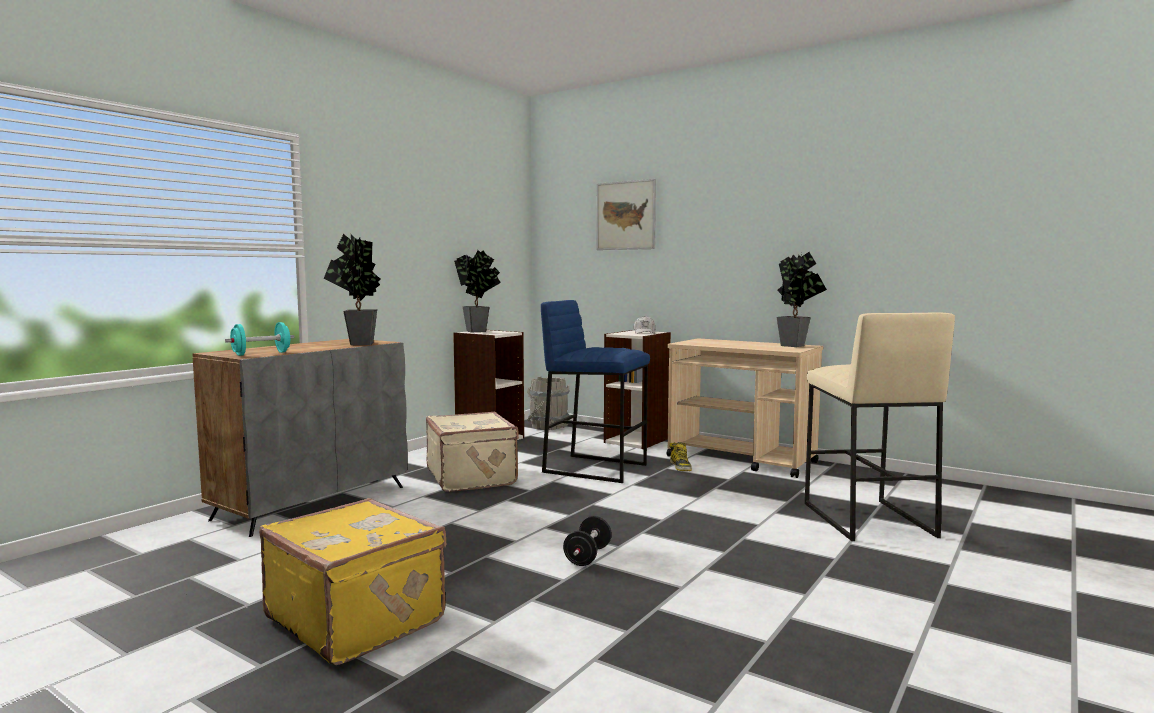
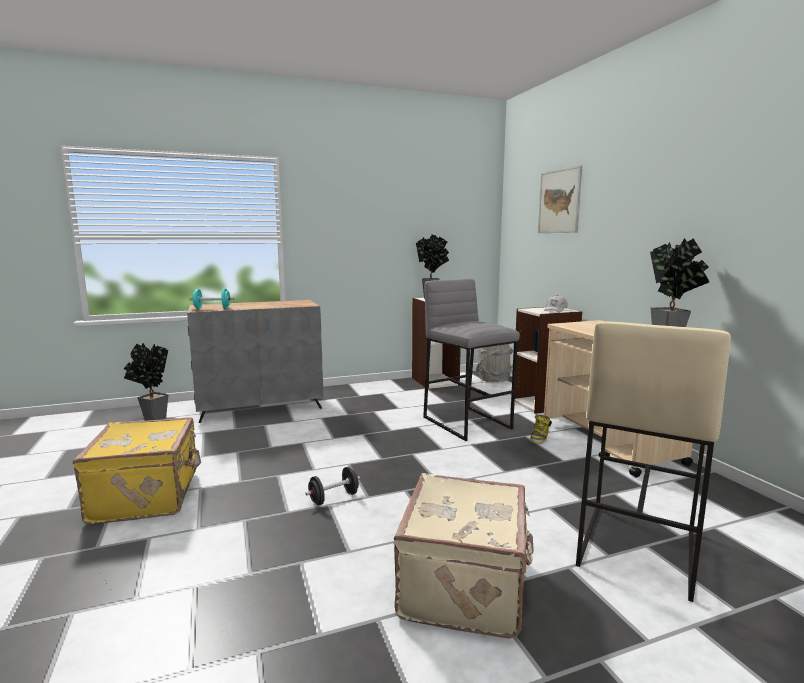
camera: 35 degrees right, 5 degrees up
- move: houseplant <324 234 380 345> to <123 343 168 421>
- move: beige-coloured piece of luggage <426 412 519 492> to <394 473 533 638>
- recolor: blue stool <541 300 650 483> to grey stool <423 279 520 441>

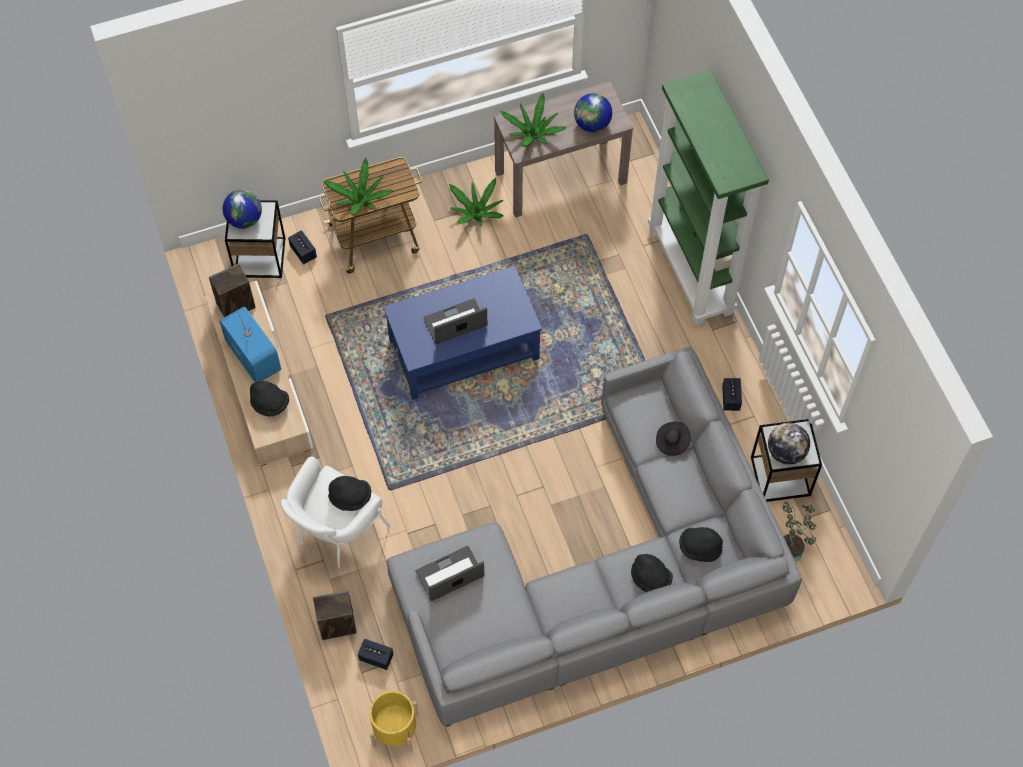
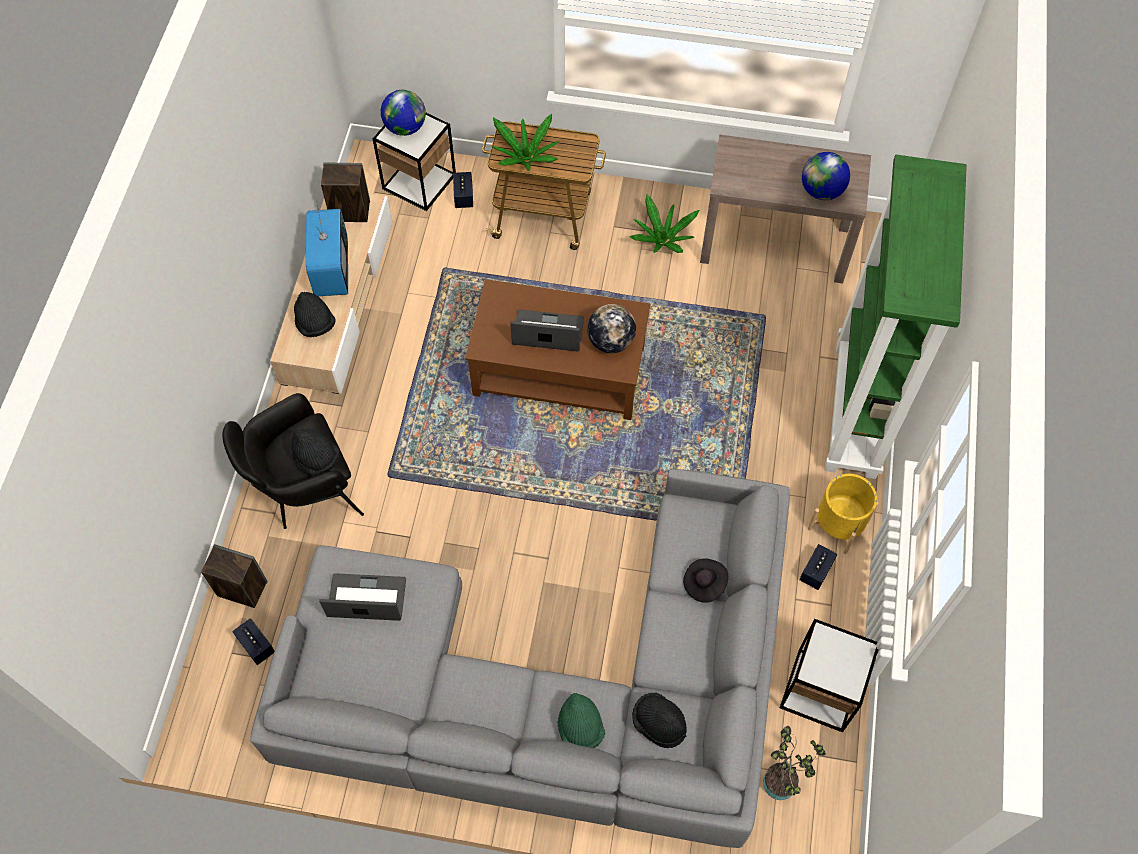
camera: 30 degrees right, 0 degrees up
- recolor: white-coloured armchair <281 456 391 567> to blackish armchair <222 393 364 529>
- move: yellow planter <369 691 418 752> to <808 474 879 554>
- recolor: blue coffee table <383 266 542 400> to brown-coloured coffee table <465 279 650 420>
- delete: houseplant <501 93 567 147>
- recolor: blackish wearable hat <631 554 673 592> to green wearable hat <557 693 605 748>
- move: world globe <768 423 810 465> to <587 304 636 353>

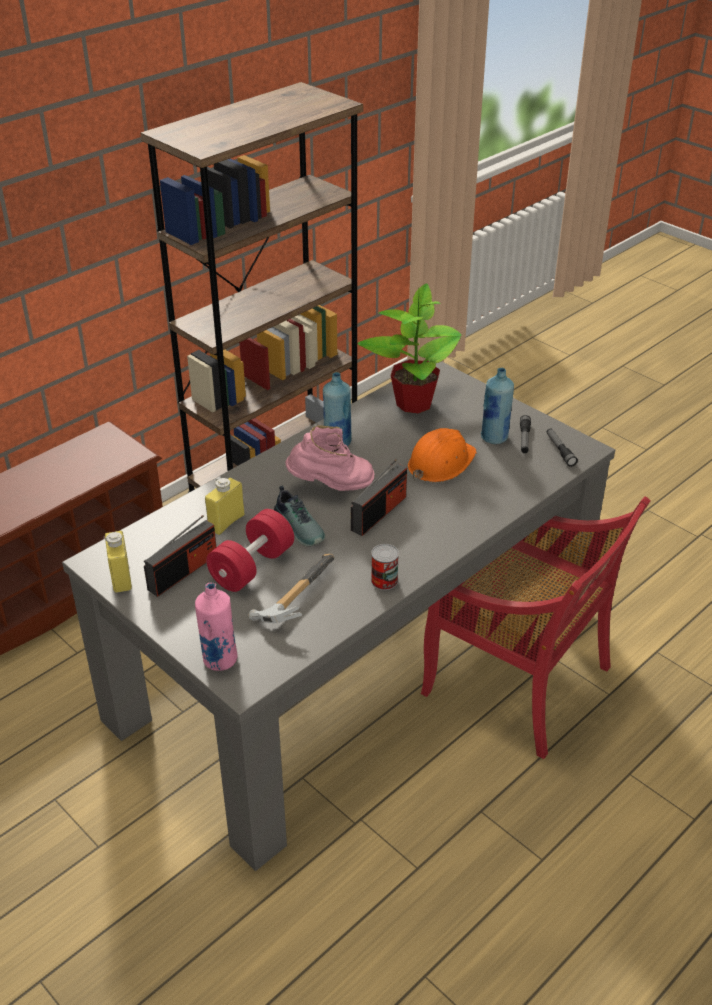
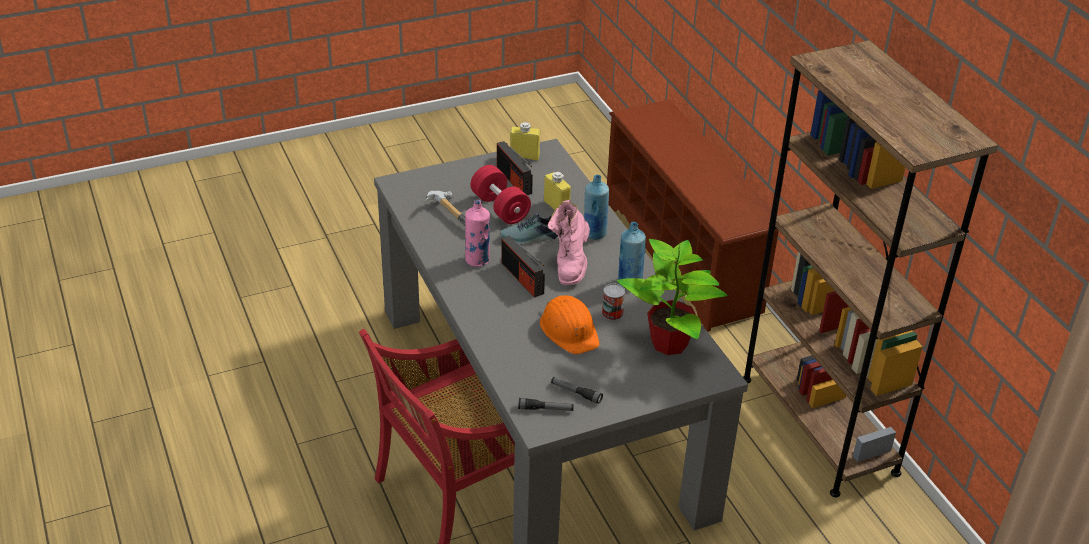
camera: 110 degrees right, 0 degrees up
- move: pinkish beverage bottle <195 582 238 671> to <465 200 490 267>
- move: sealed can <371 544 399 590> to <602 283 625 321>
- move: blue beverage bottle <481 368 514 444> to <584 175 609 240>

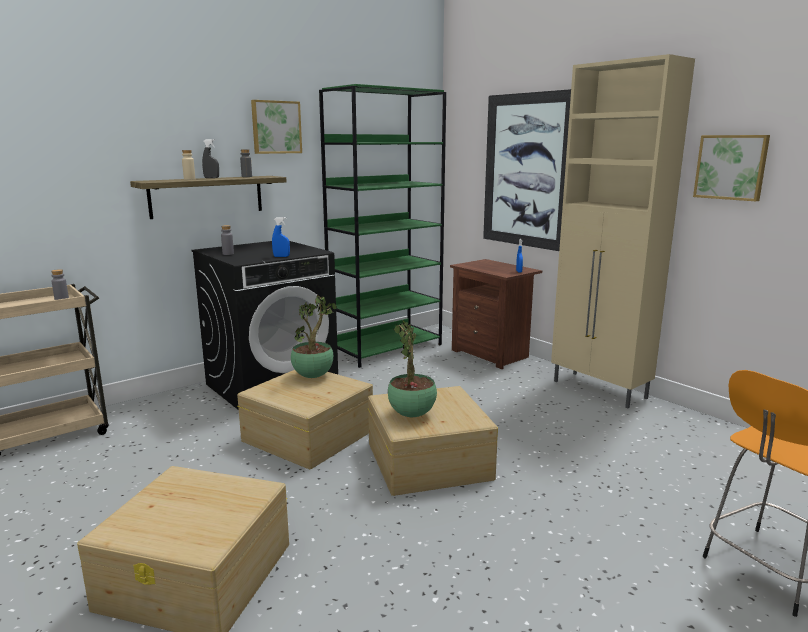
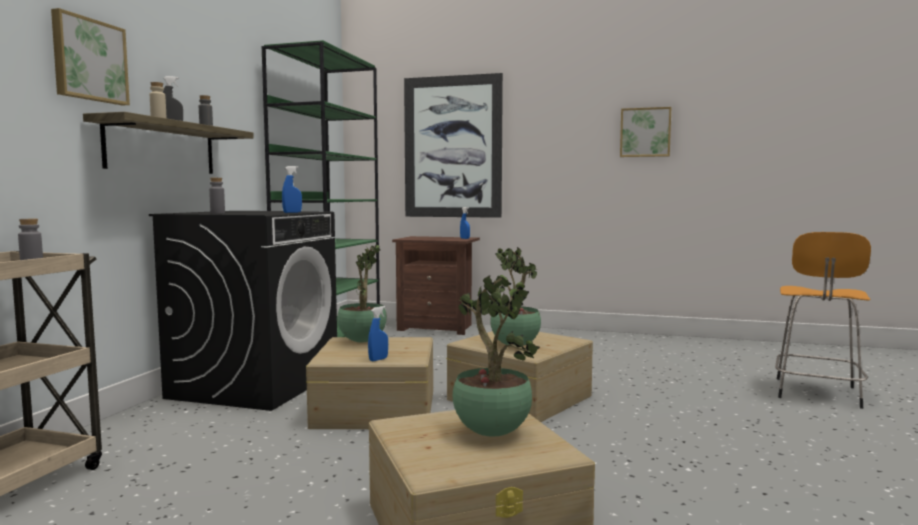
camera: 35 degrees left, 10 degrees down
- move: wall art <251 100 302 154> to <51 8 130 106>
- delete: beige-coloured storage cabinet <551 54 695 408>
- insert: blue spray bottle <368 306 388 361>
- insert: houseplant <453 275 540 437>

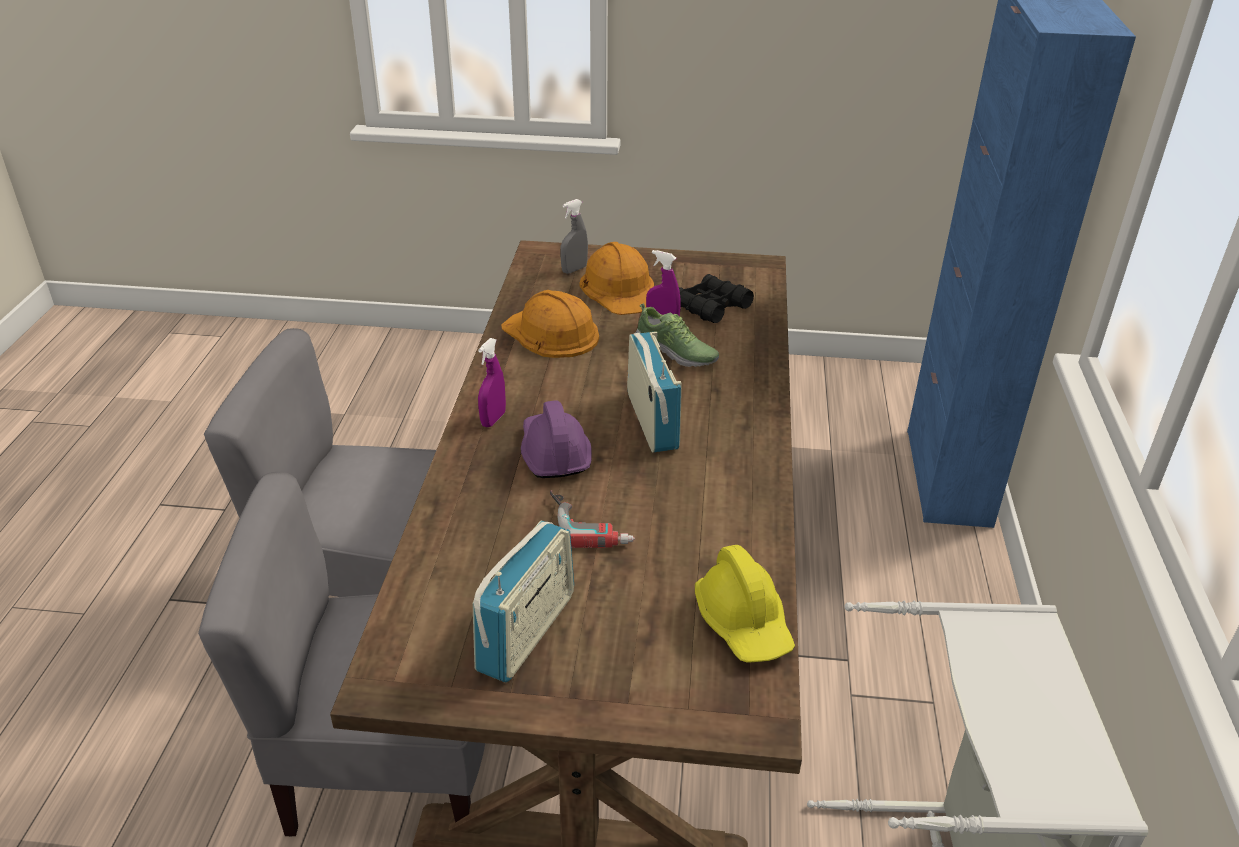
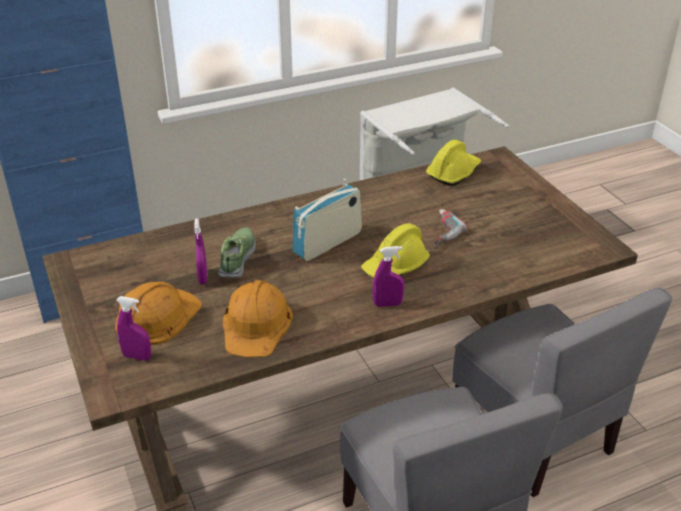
camera: 120 degrees left, 0 degrees up
- delete: radio receiver <472 520 574 682>
- recolor: purple hard hat <521 400 592 478> to yellow hard hat <361 223 430 278>
- recolor: grey spray bottle <560 199 588 274> to purple spray bottle <116 296 151 361>
- delete: blackish pair of binoculars <679 274 754 323>

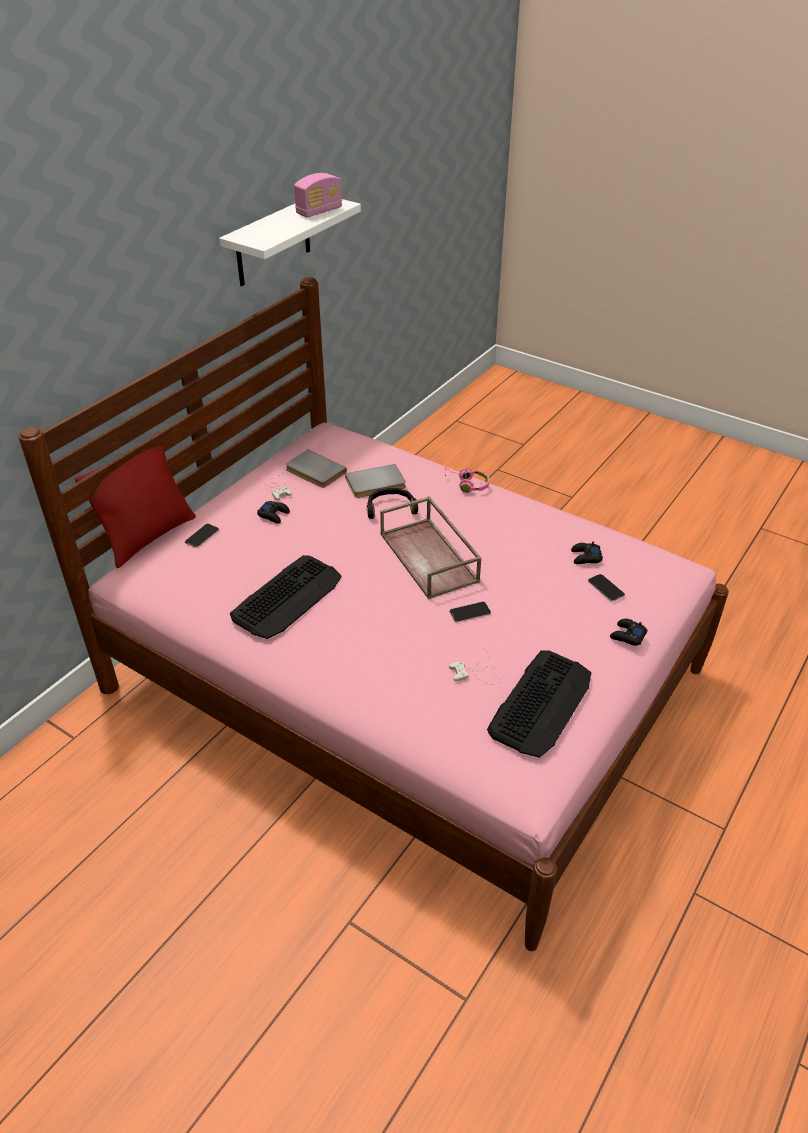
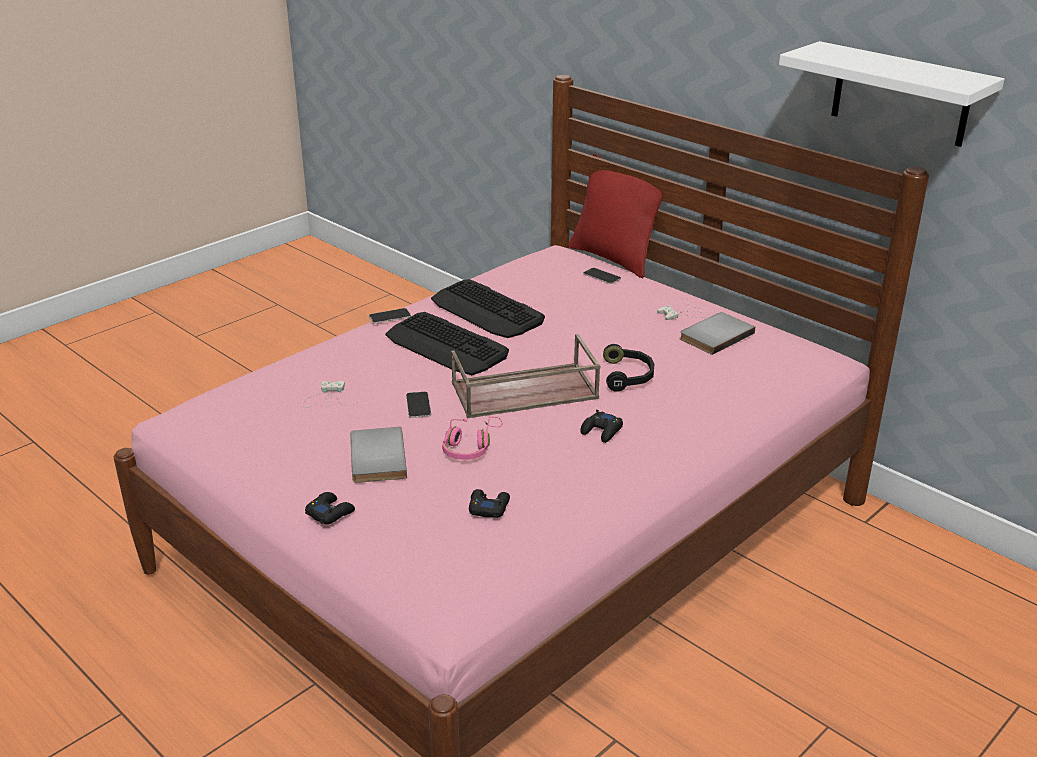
camera: 100 degrees right, 10 degrees down
- move: blackish game controller <257 501 290 523> to <580 410 623 443>
- delete: radio receiver <294 173 342 218>
- move: grey volume <345 464 406 498> to <350 427 407 483>
- move: pinkish headphones <445 466 490 493> to <442 417 503 460>
- move: keyboard <487 651 592 758> to <386 312 509 375>
- move: handset <588 574 625 602> to <369 308 411 324>

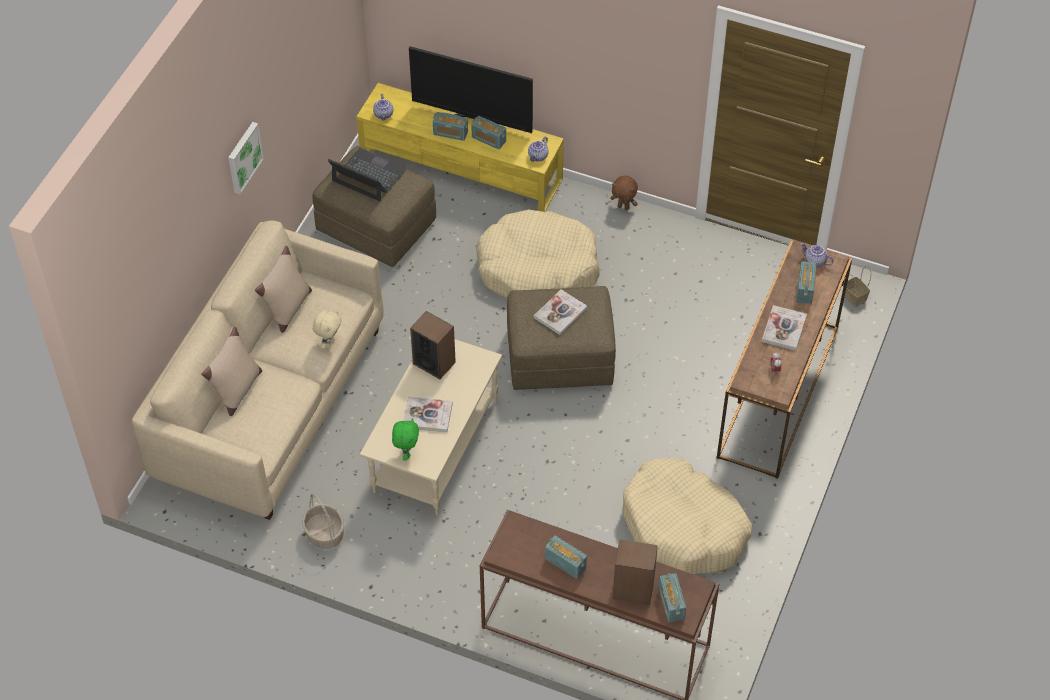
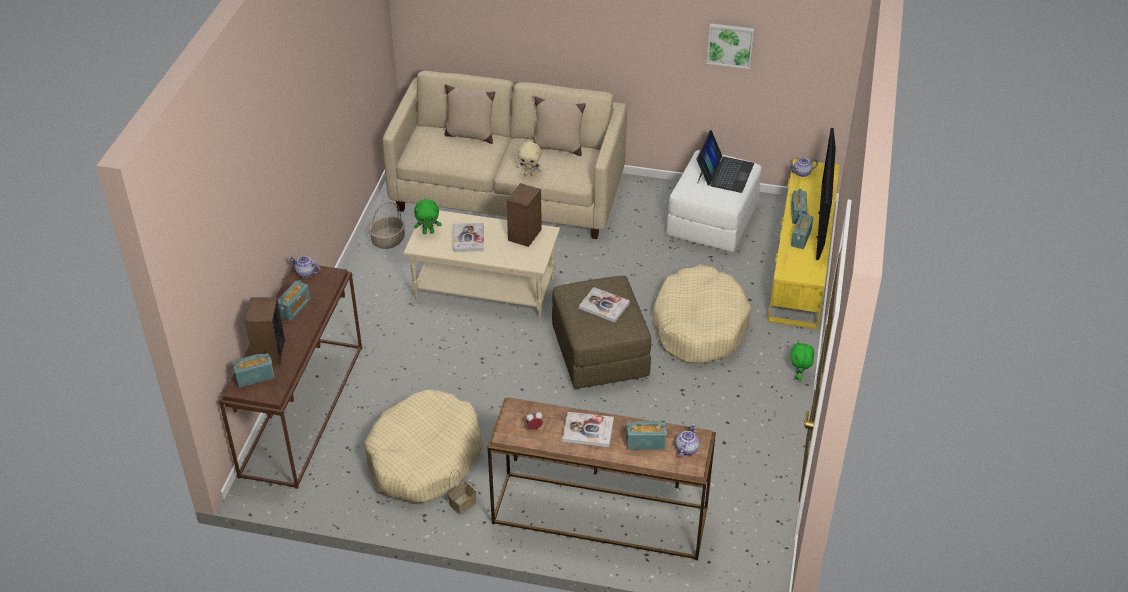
camera: 80 degrees right, 10 degrees down
- move: wall art <228 122 264 194> to <707 23 755 69>
- recolor: brown-coloured footrest <313 146 436 267> to white-coloured footrest <667 150 762 252>
- move: teapot <528 137 549 162> to <289 256 321 278>
- recolor: brown-coloured plush toy <610 176 638 210> to green plush toy <791 340 814 380>
- move: household basket <843 266 871 307> to <448 469 476 515>

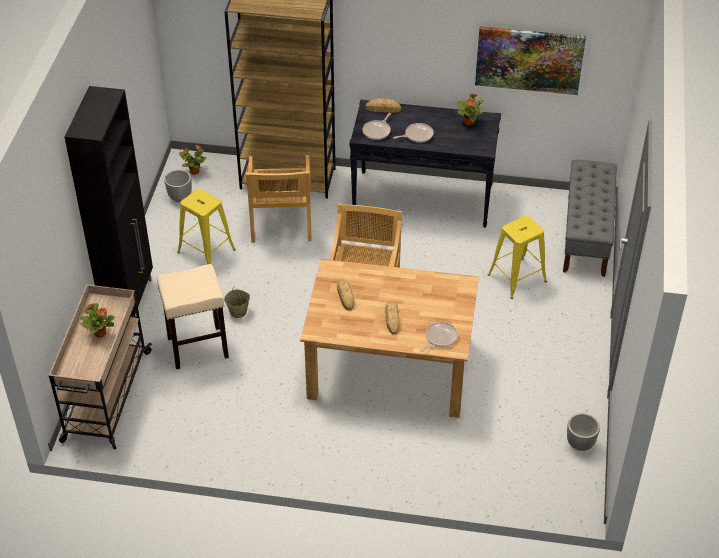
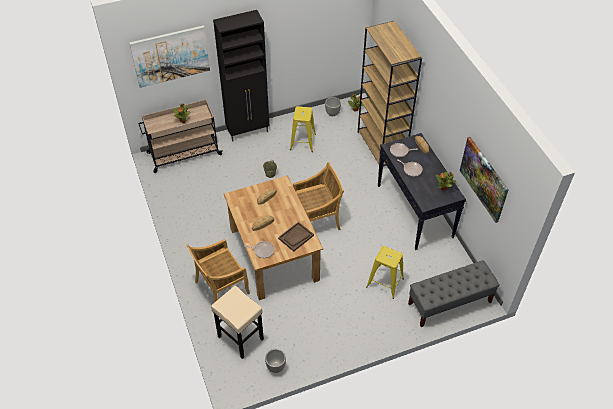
camera: 60 degrees right, 5 degrees up
- move: beige-coloured stool <157 264 229 369> to <211 286 264 359>
- move: beige-coloured chair <246 155 312 243> to <186 239 250 303>
- insert: wall art <129 26 210 88>
- insert: brown-coloured carrying tray <278 222 314 252>

